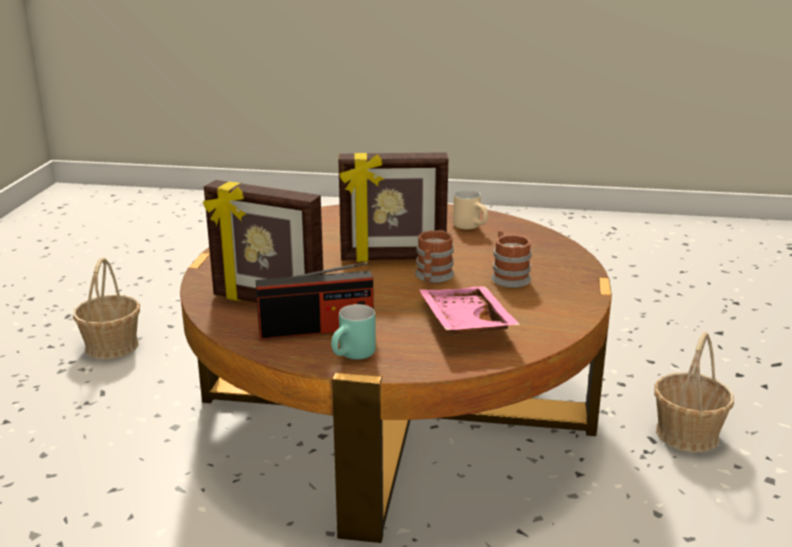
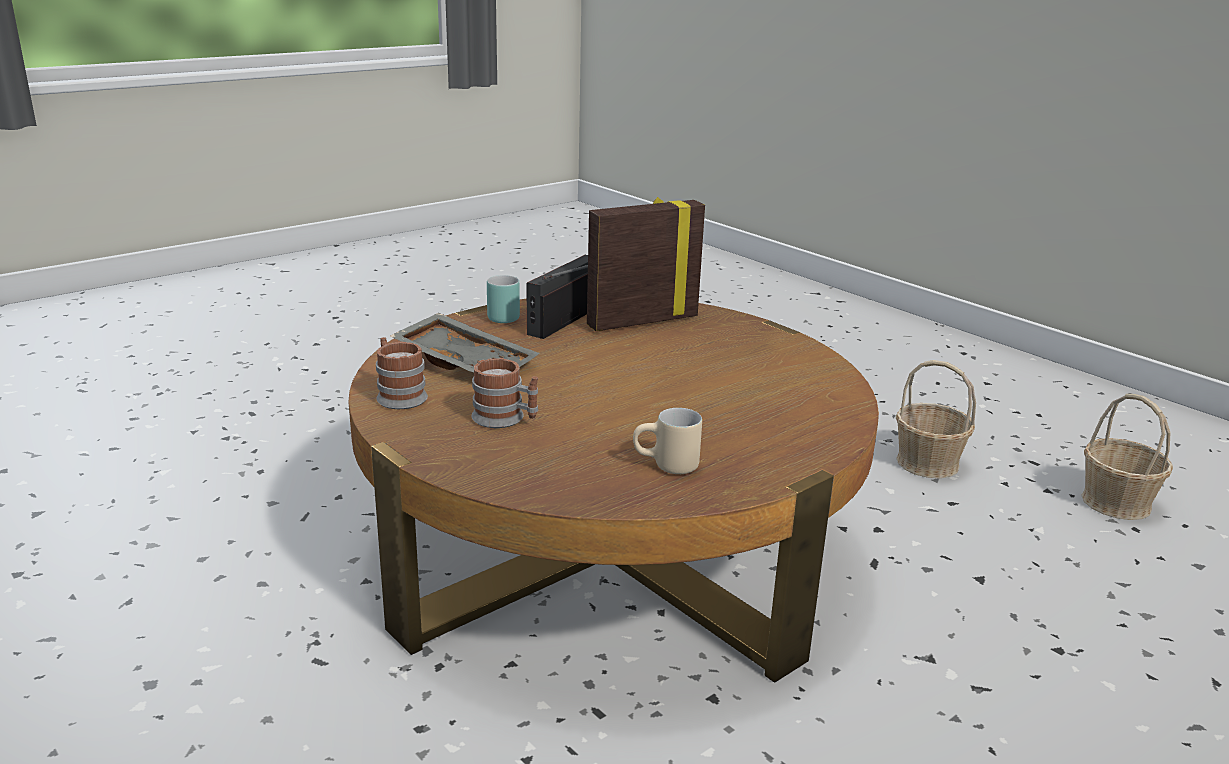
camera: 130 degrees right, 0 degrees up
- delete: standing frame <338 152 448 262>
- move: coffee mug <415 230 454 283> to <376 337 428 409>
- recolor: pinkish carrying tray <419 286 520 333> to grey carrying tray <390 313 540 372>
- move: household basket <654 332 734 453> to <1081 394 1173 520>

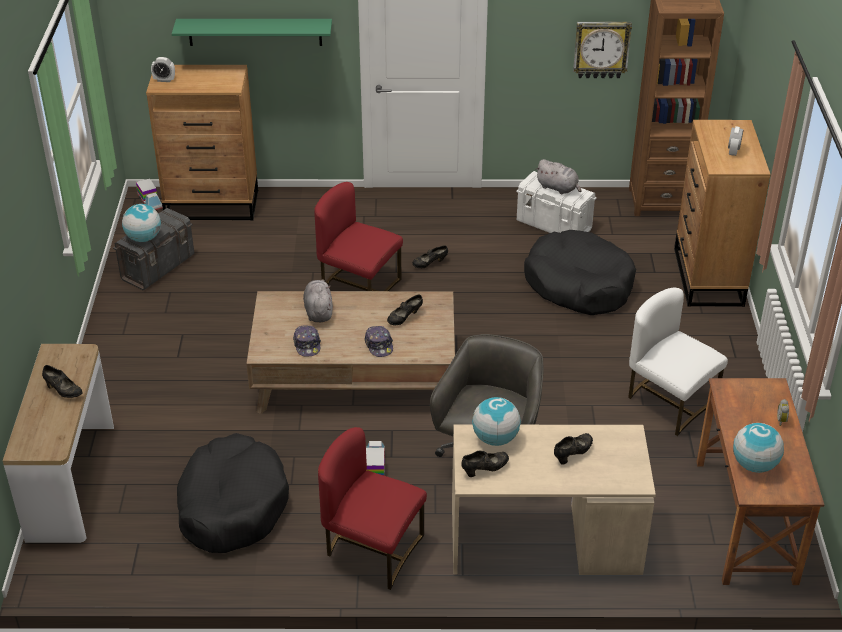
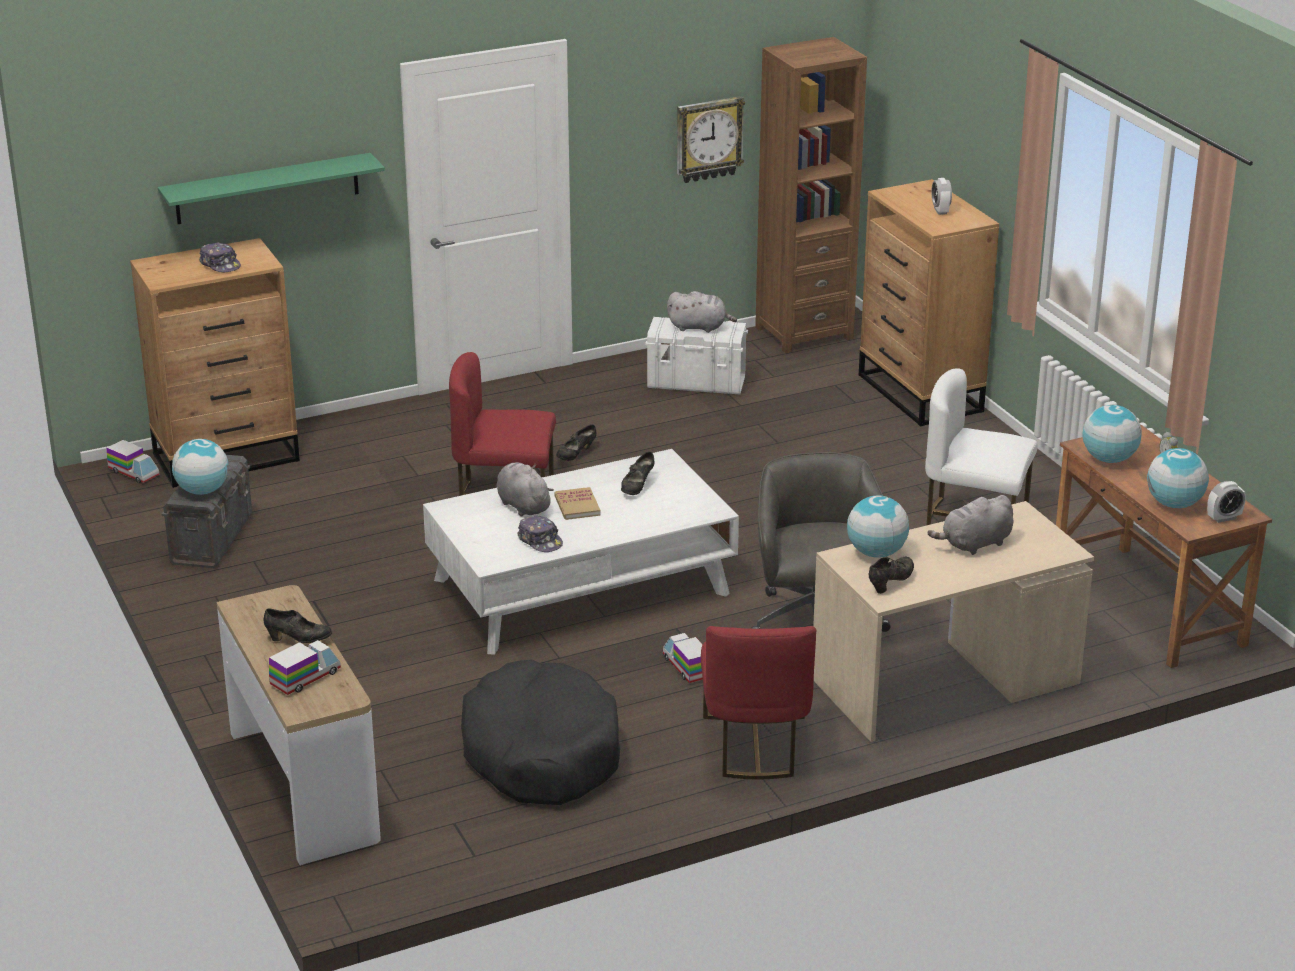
camera: 25 degrees left, 10 degrees down
- move: table clock <151 57 175 82> to <1207 481 1246 523>
- recolor: brown-coloured coffee table <246 291 455 414> to white-coloured coffee table <423 449 739 655>
- rotate: reddish chair <318 427 427 590> = <701 626 816 779> 90 degrees counterclockwise
- move: peaked cap <364 326 393 357> to <199 242 241 272>
- delete: blackish dog bed <524 230 636 315>
- replace: blackish shoe <554 433 593 464> to grey plush toy <928 495 1013 555>
- insert: model truck <269 640 341 695>
- insert: volume <555 487 601 520>
- insert: world globe <1083 405 1142 463>

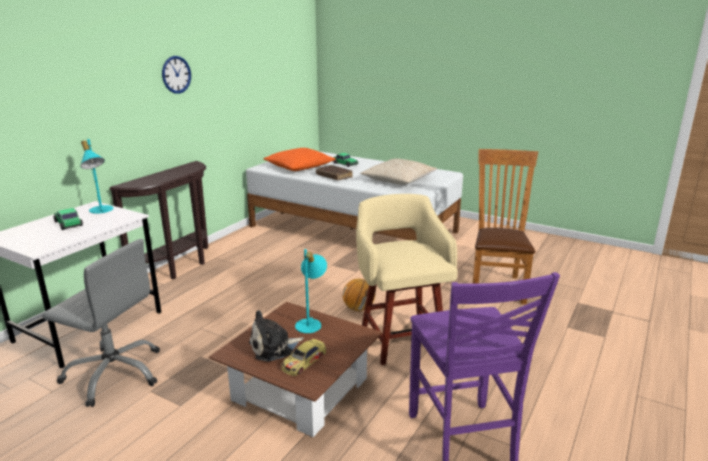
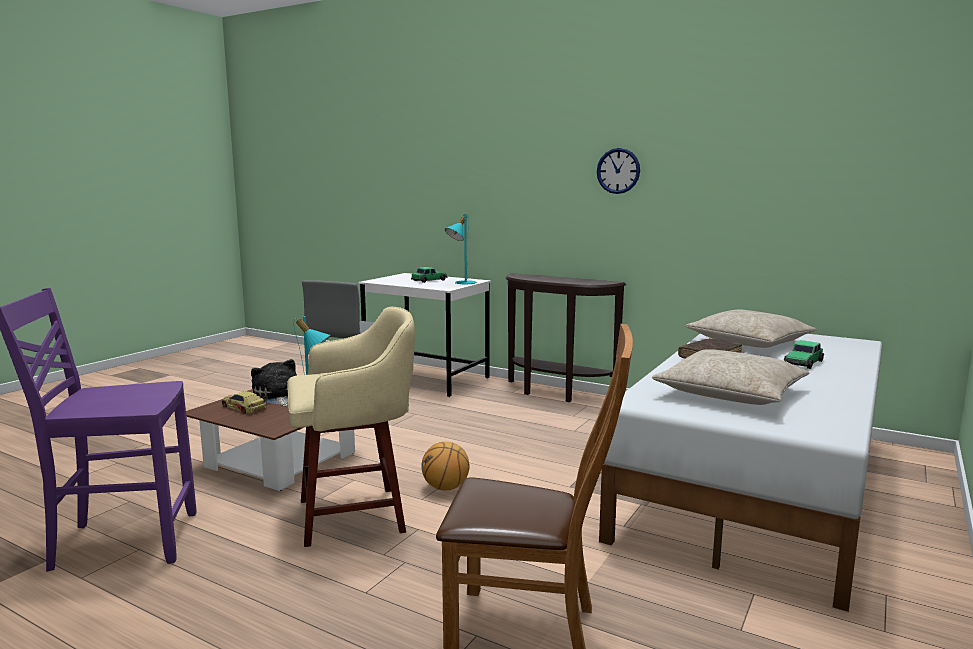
camera: 90 degrees right, 10 degrees down
- recolor: orange-coloured cushion <264 148 336 171> to beige-coloured cushion <685 310 817 348>

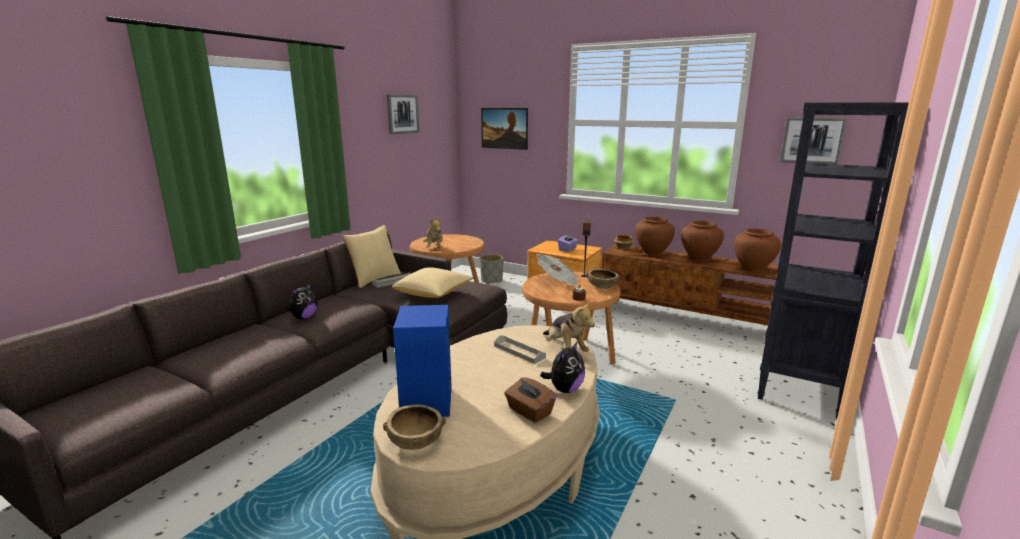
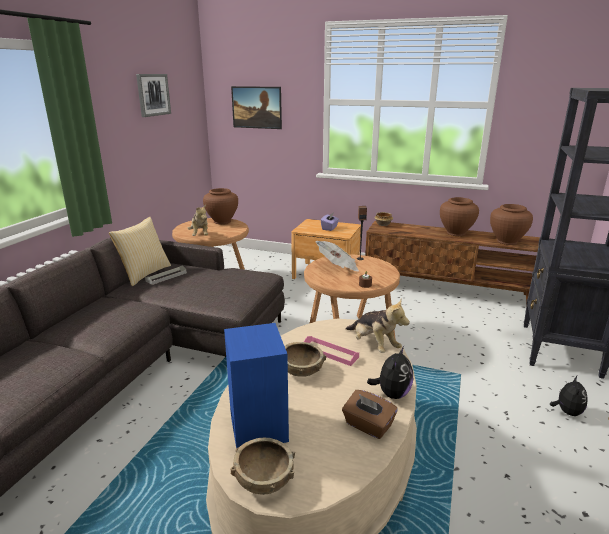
camera: 10 degrees left, 5 degrees up
- move: plush toy <286 283 318 320> to <550 376 588 416>
- delete: cushion <392 267 473 298>
- delete: grey planter <480 254 504 284>
- recolor: grey carrying tray <494 335 546 364> to pinkish carrying tray <304 336 359 366>
- move: brown-coloured deep dish <586 269 620 289> to <285 342 326 377>
- move: brown-coloured decorative vase <635 217 675 256> to <203 188 238 224>
- delete: wall art <780 117 847 165>

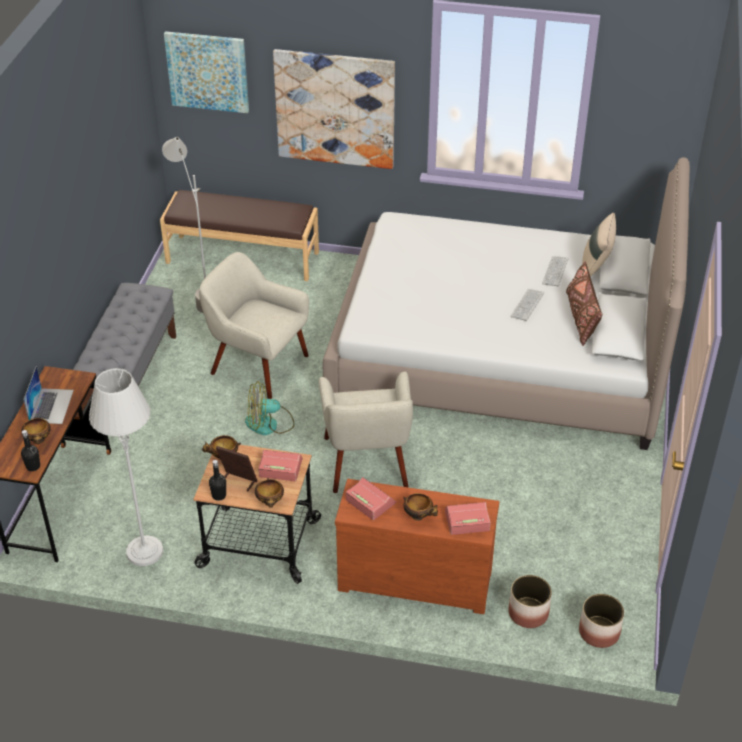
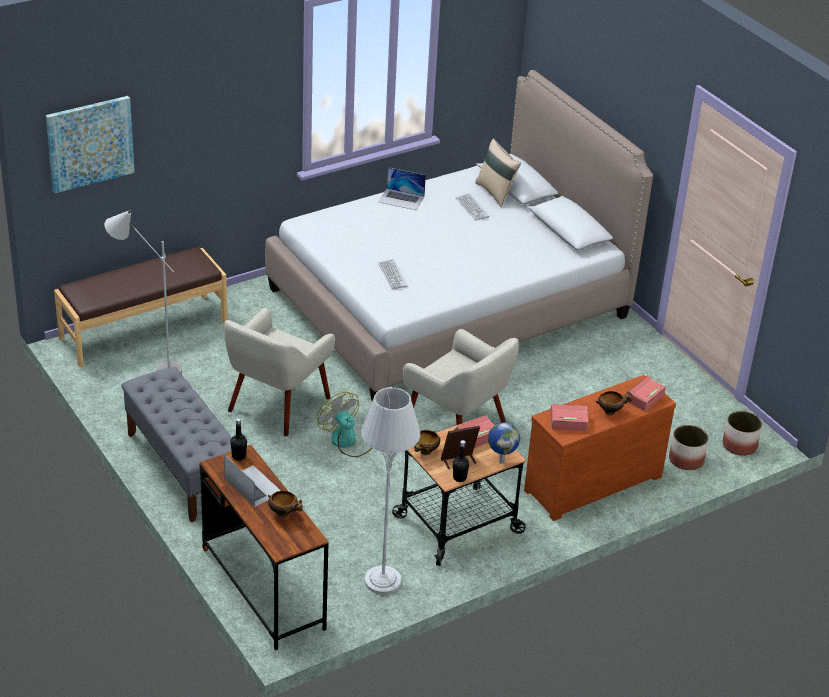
camera: 45 degrees left, 5 degrees down
- move: blackish beverage bottle <21 430 40 471> to <230 418 247 461>
- rotate: beige-coloured armchair <199 252 309 399> = <224 307 335 436> 45 degrees counterclockwise
- rotate: fan <245 381 295 435> = <317 392 373 457> 105 degrees clockwise
- replace: deep dish <255 478 284 508> to world globe <488 422 520 464>
- delete: wall art <273 49 395 169>
- move: keyboard <510 289 544 321> to <378 259 407 290>
- delete: brown-coloured cushion <566 261 602 346>
- insert: laptop <378 167 426 210>

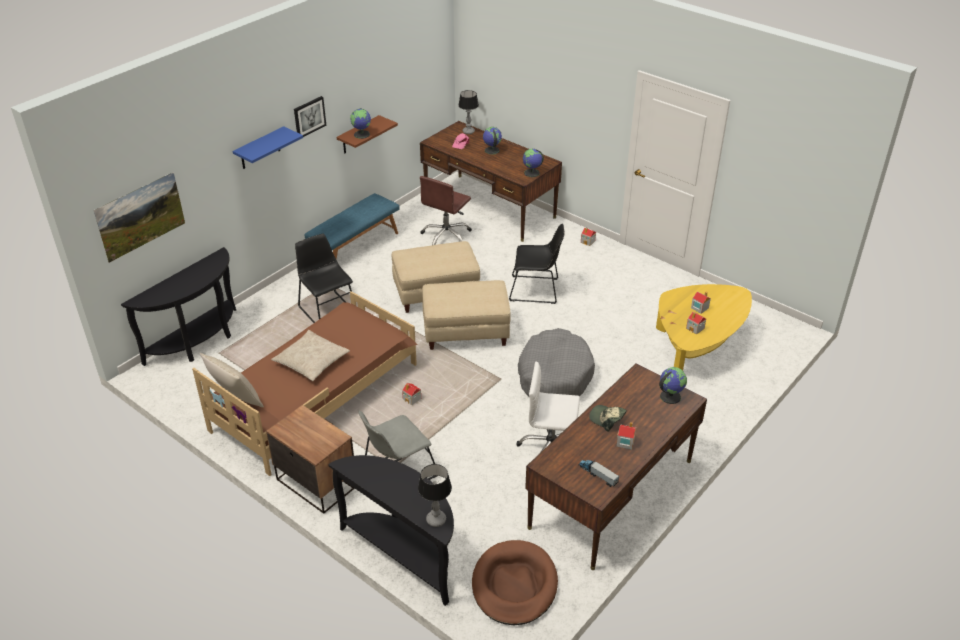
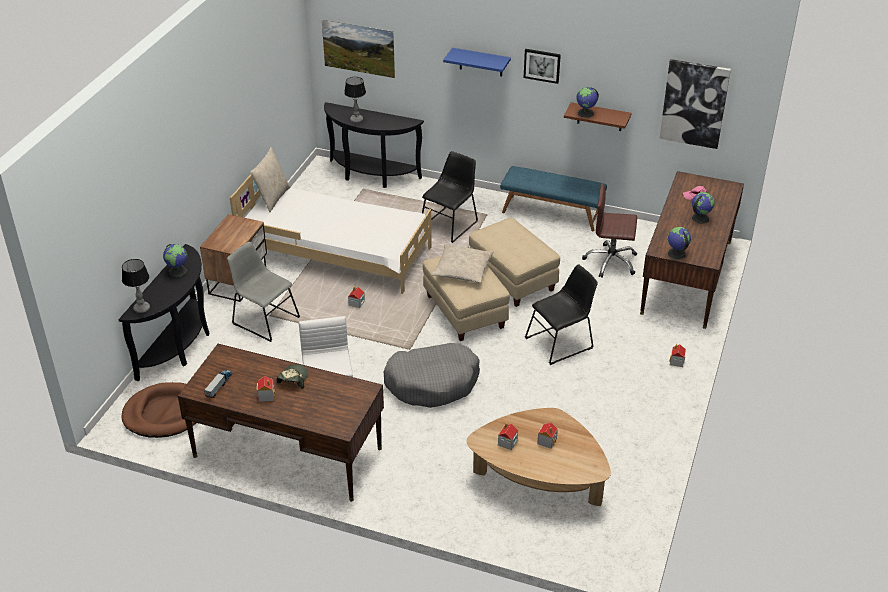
camera: 70 degrees right, 0 degrees up
- recolor: brown-coloured bed <192 291 418 476> to white-coloured bed <230 174 432 294>
- move: beige-coloured cushion <271 330 350 381> to <431 244 494 283>
- move: table lamp <458 90 479 134> to <344 77 366 123>
- rotate: blackish chair <509 224 564 304> = <525 264 598 365> 105 degrees counterclockwise
- recolor: yellow coffee table <656 284 752 371> to brown-coloured coffee table <467 408 611 506>
- move: world globe <659 367 687 404> to <163 244 187 277>
- insert: wall art <659 59 731 149>

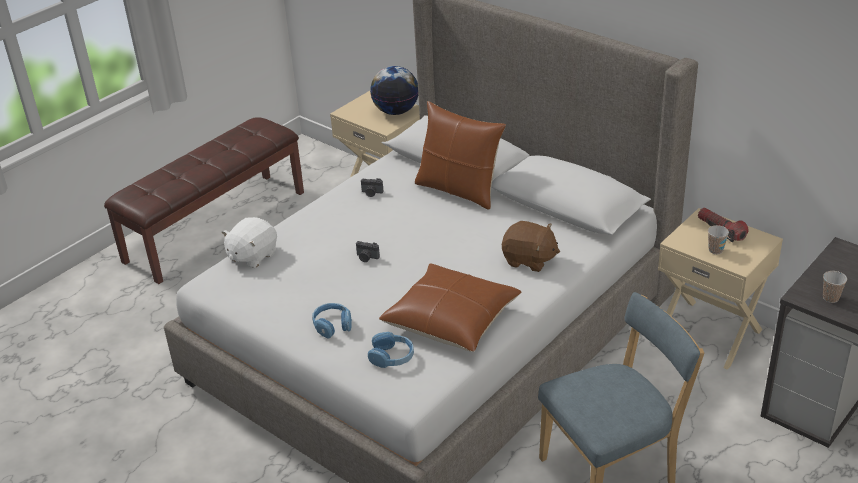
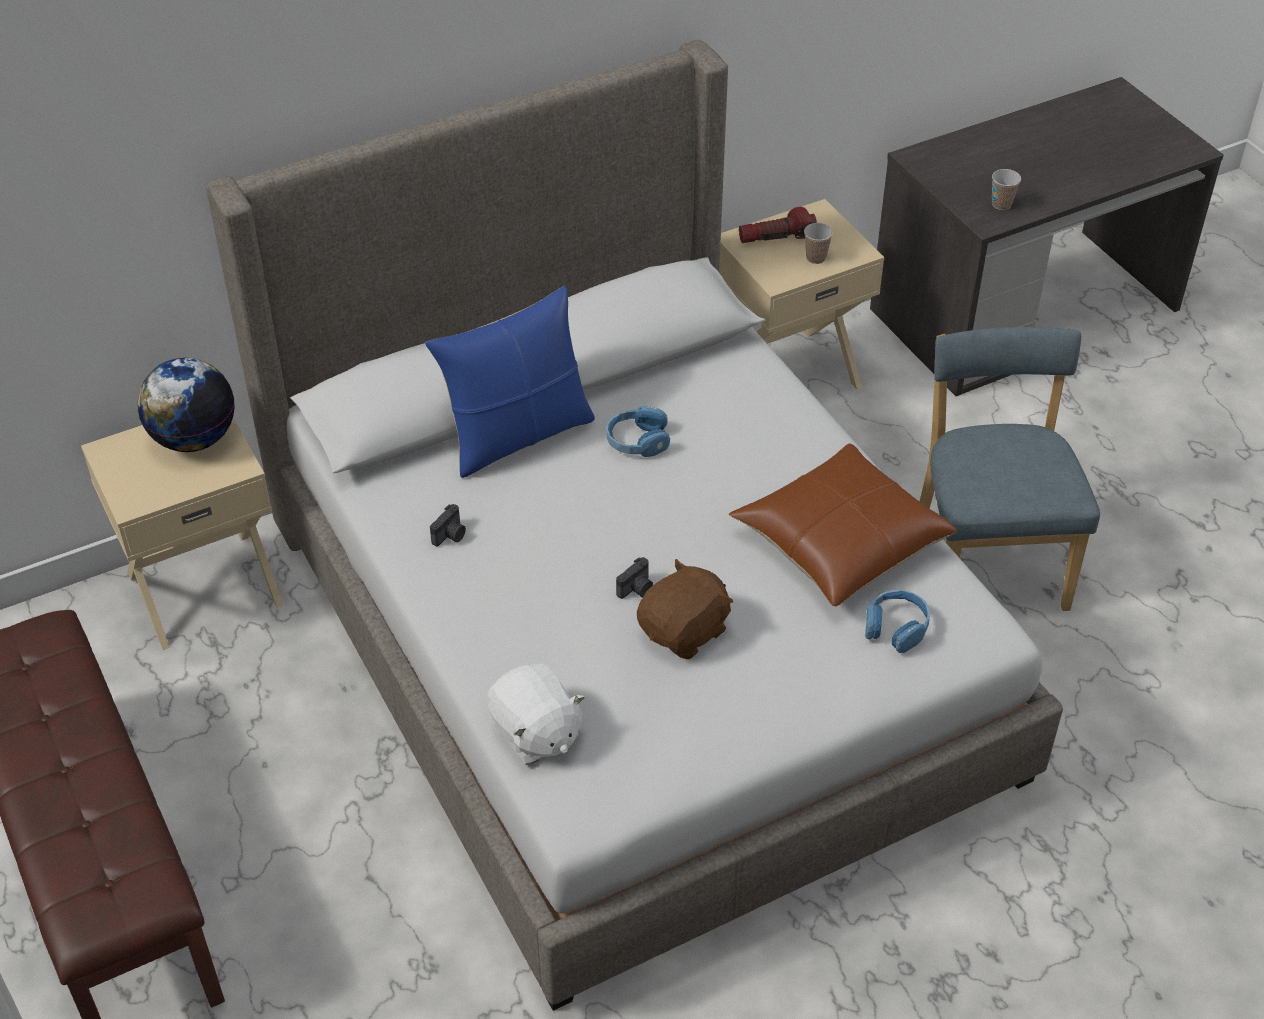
camera: 70 degrees left, 10 degrees up
- move: blue headphones <312 303 352 338> to <606 406 670 457>
- recolor: brown-coloured cushion <415 101 506 210> to blue cushion <425 285 595 478>
- move: brown-coloured plush toy <502 221 560 272> to <637 559 733 659>

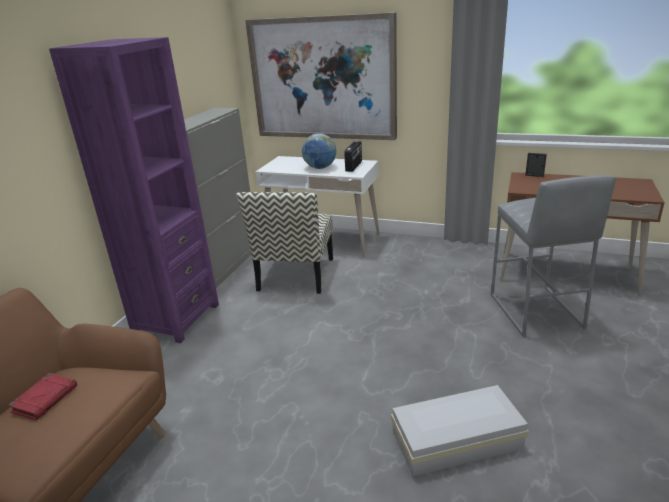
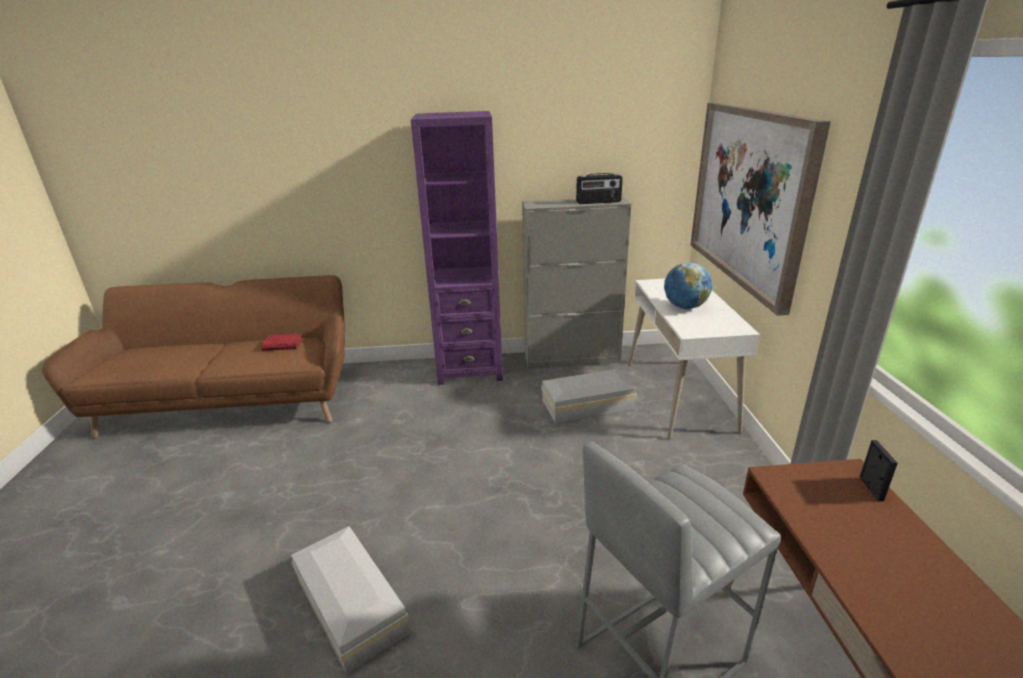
camera: 65 degrees right, 0 degrees up
- replace: chair <236 192 333 294> to white-coloured storage container <541 369 637 423>
- move: radio receiver <344 141 362 172> to <576 173 623 204>

